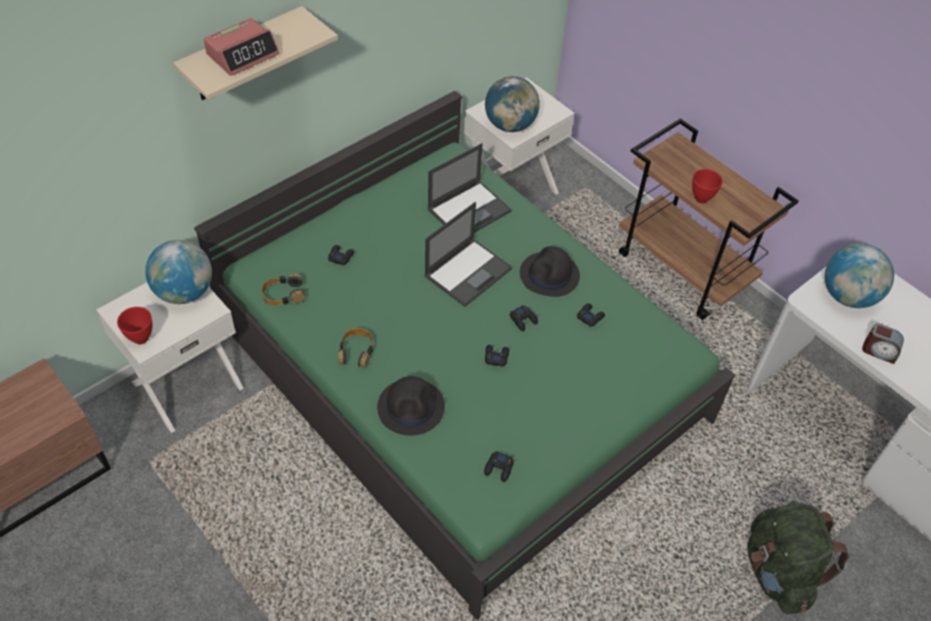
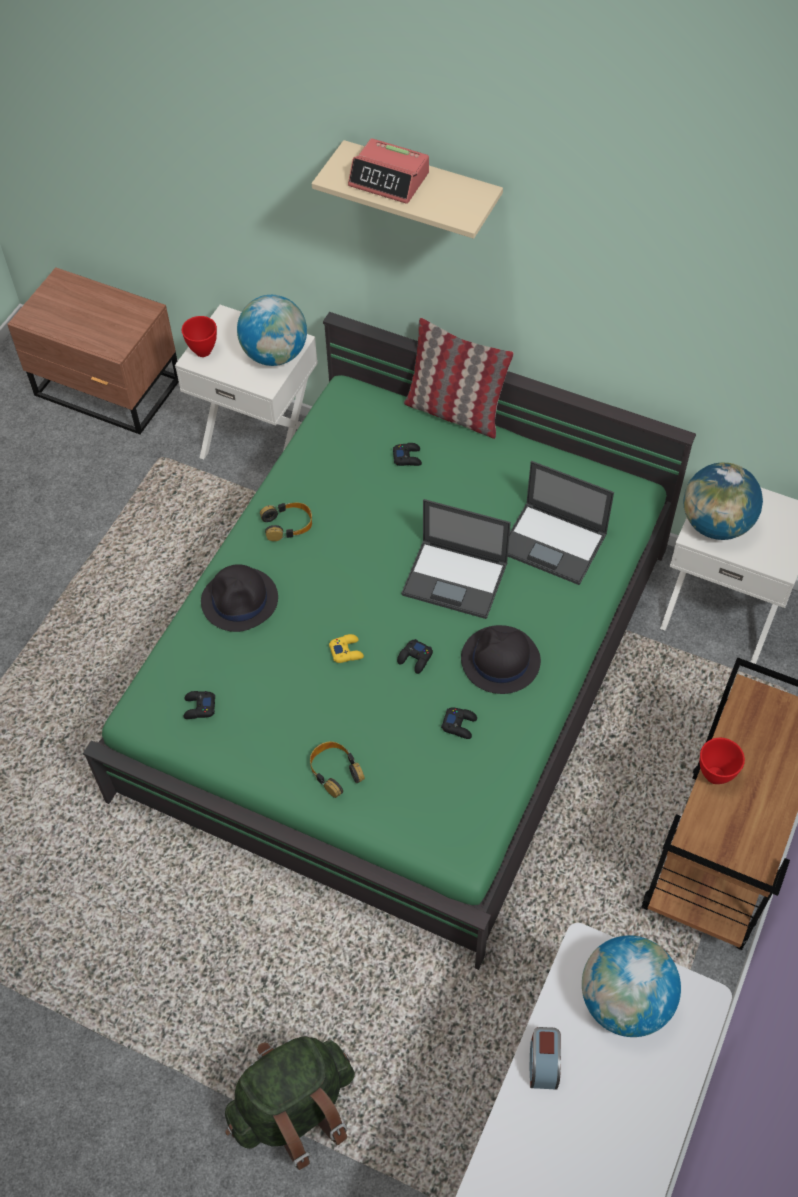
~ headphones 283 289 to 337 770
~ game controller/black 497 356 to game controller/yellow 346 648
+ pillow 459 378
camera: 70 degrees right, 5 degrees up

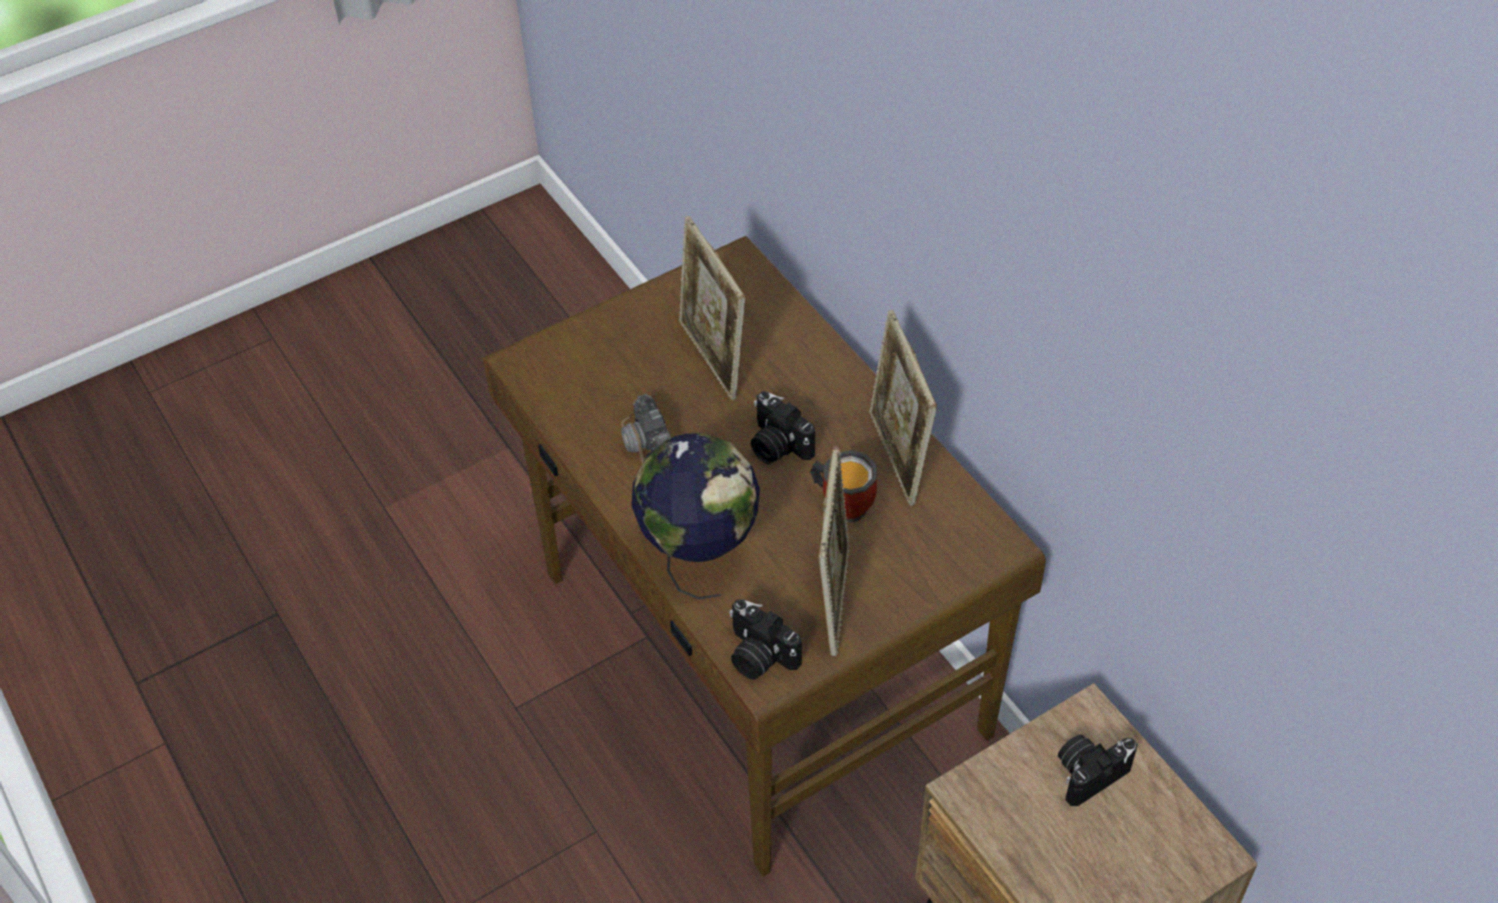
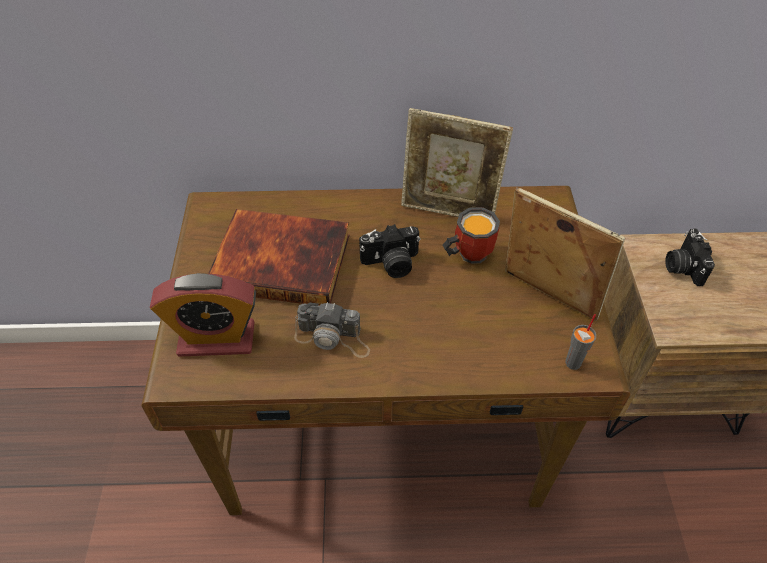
~ picture frame 711 308 to book 279 257
- globe 696 516
~ photo camera 765 639 to cup/grey 580 342
+ alarm clock 203 315
camera: 60 degrees left, 0 degrees up

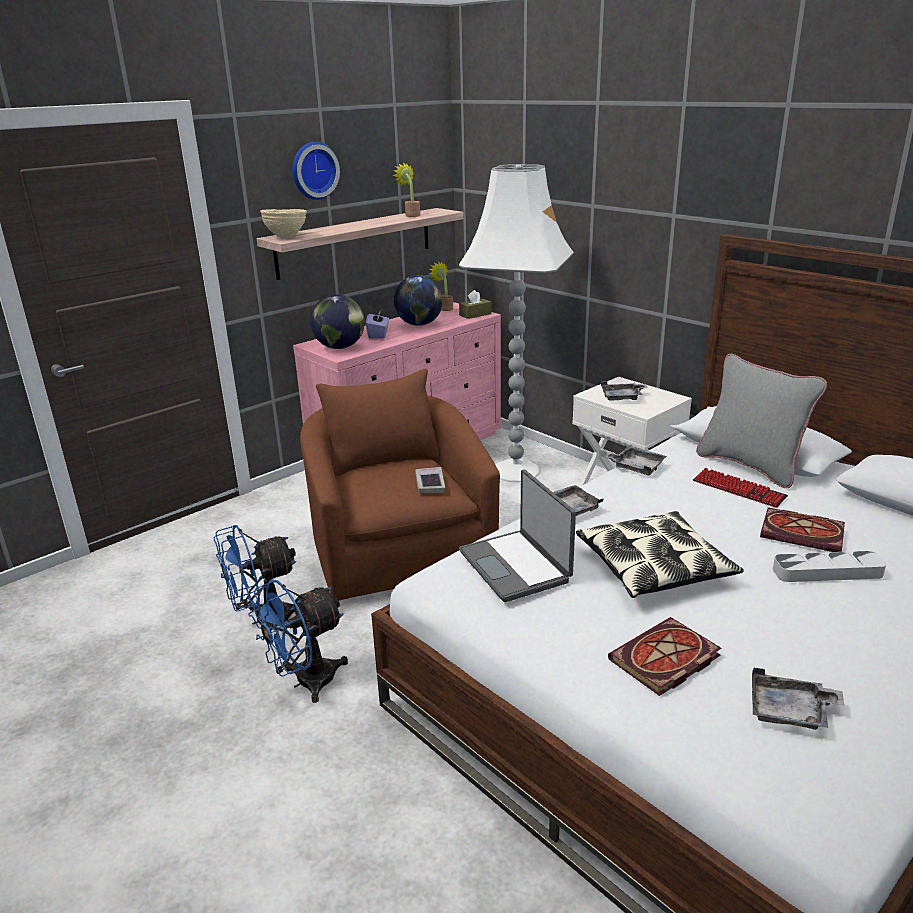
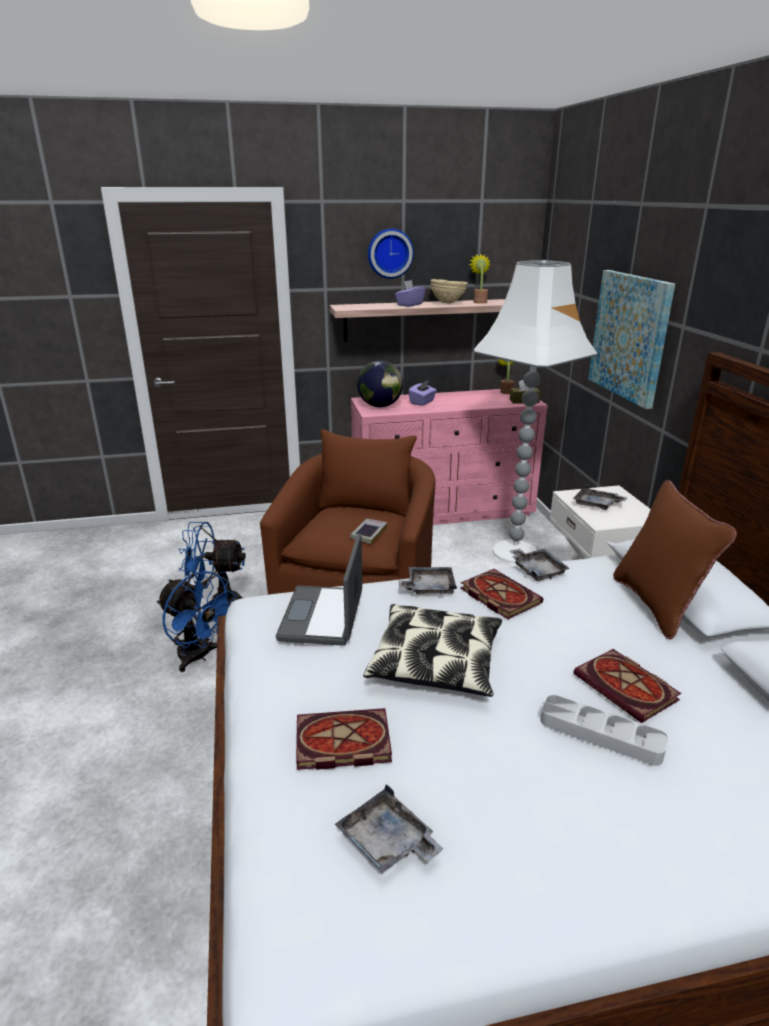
~ bowl/beige 283 223 to 449 291
- globe 418 300
~ pillow/grey 761 421 to pillow/brown 675 560
- keyboard 740 488
~ fan/blue 297 641 = 197 621 135 degrees counterclockwise
+ picture 631 339
+ tissue box/purple 410 293
+ book 502 594
camera: 30 degrees right, 0 degrees up

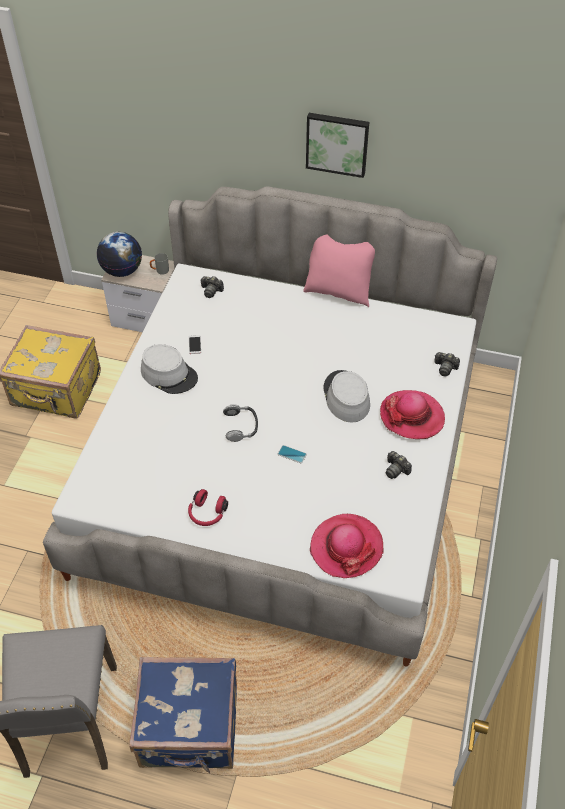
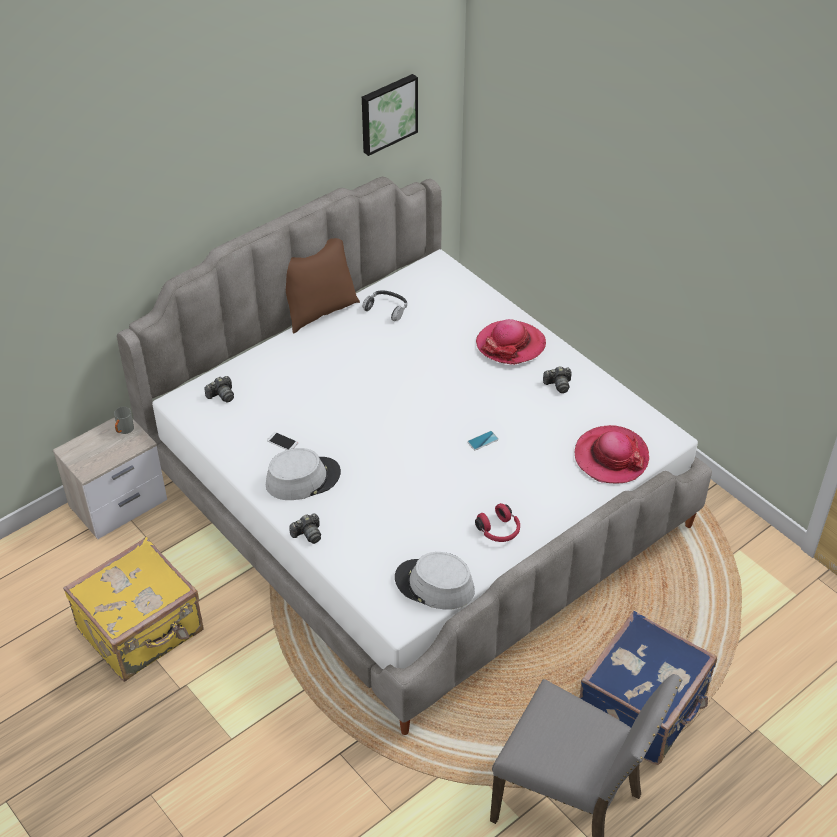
~ picture 337 145 to 390 115
- globe 119 254
~ pillow/pink 339 270 to pillow/brown 323 285
~ photo camera 447 364 to 305 529
~ hat/grey 346 396 to 435 581
~ headphones 240 423 to 384 305
camera: 55 degrees left, 5 degrees down

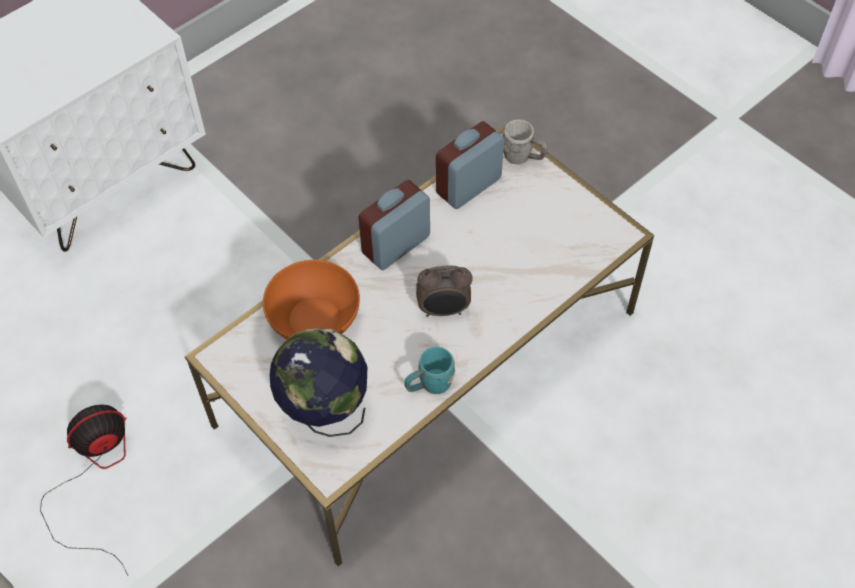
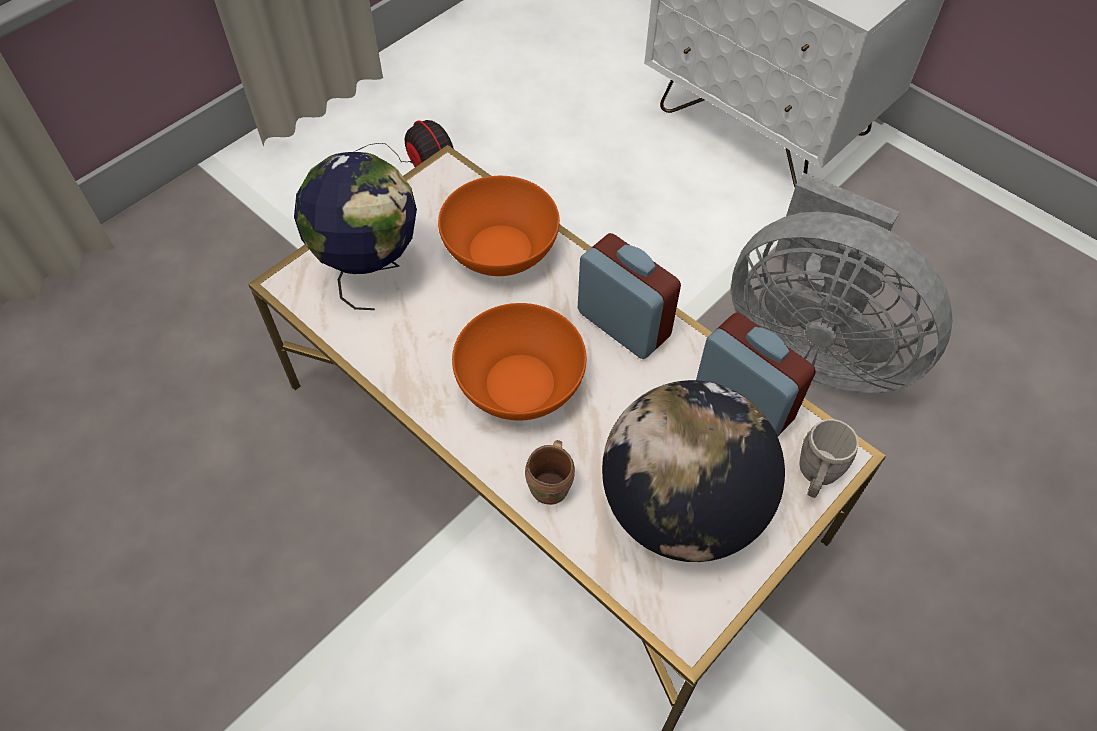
~ alarm clock 444 291 to bowl/orange 519 361
- mug/turquoise 429 370
+ fan/grey 842 283
+ globe 693 471
+ mug/brown 550 472
camera: 85 degrees right, 0 degrees up

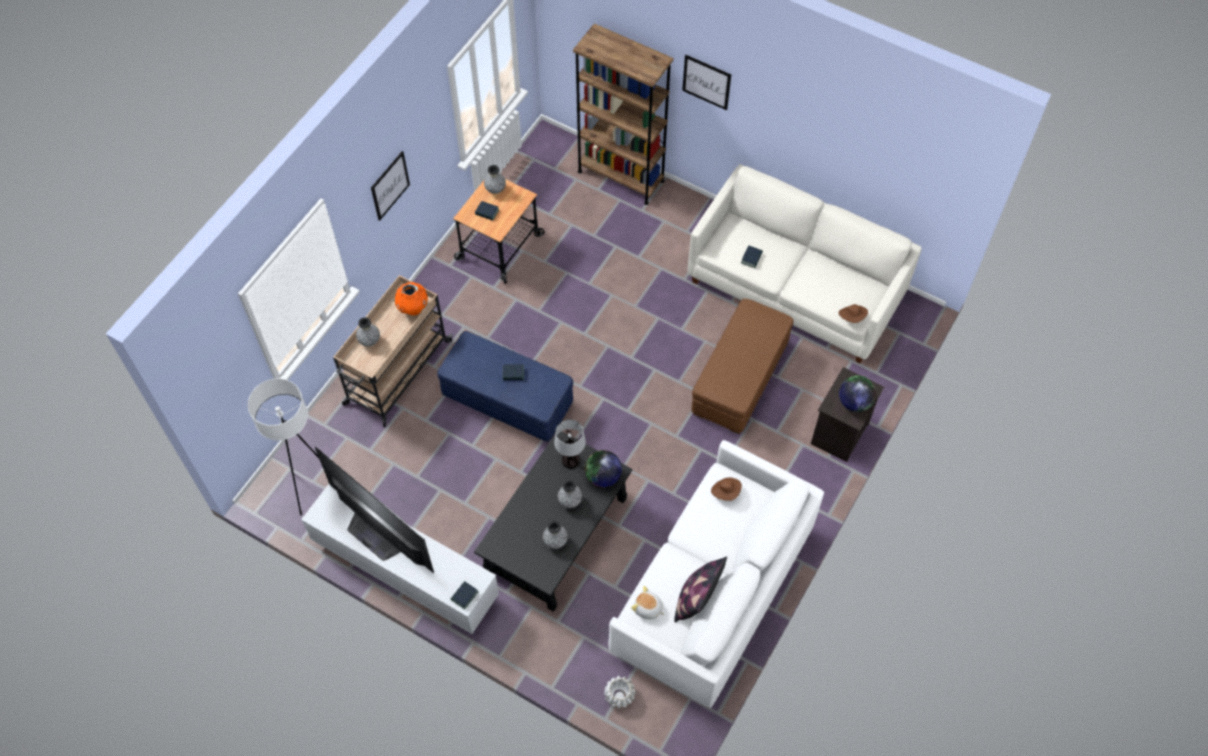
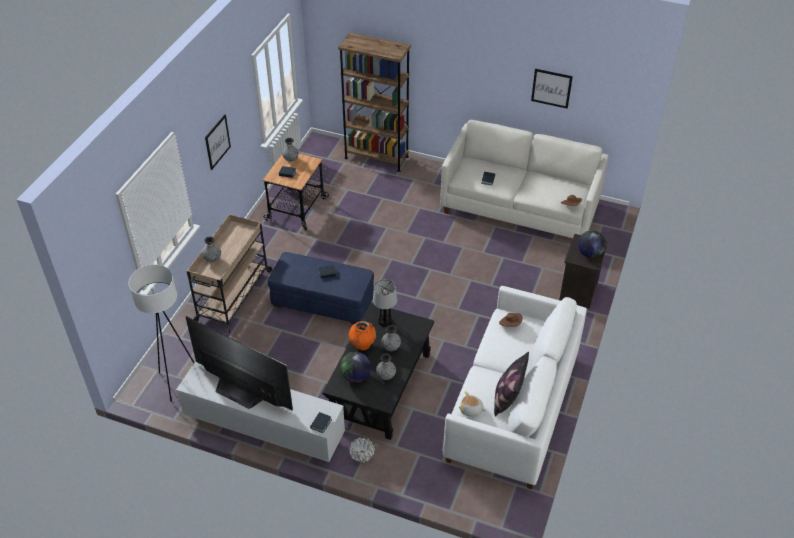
~ picture 706 82 to 552 89
~ vase/orange 411 298 to 362 335
- ottoman/brown 742 366
~ globe 603 468 to 355 367
~ planter/white 620 692 to 362 449
camera: 10 degrees left, 15 degrees down

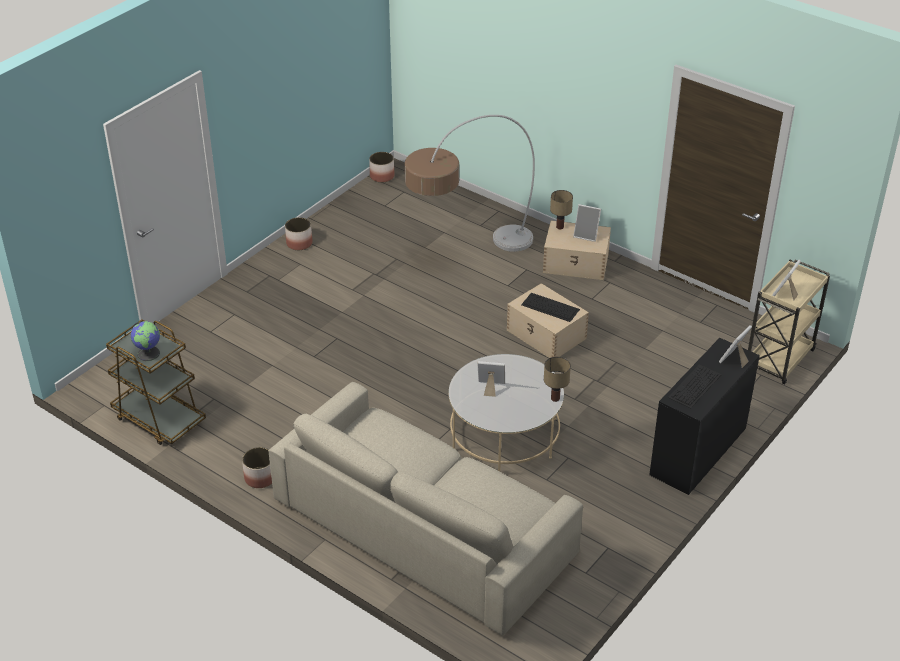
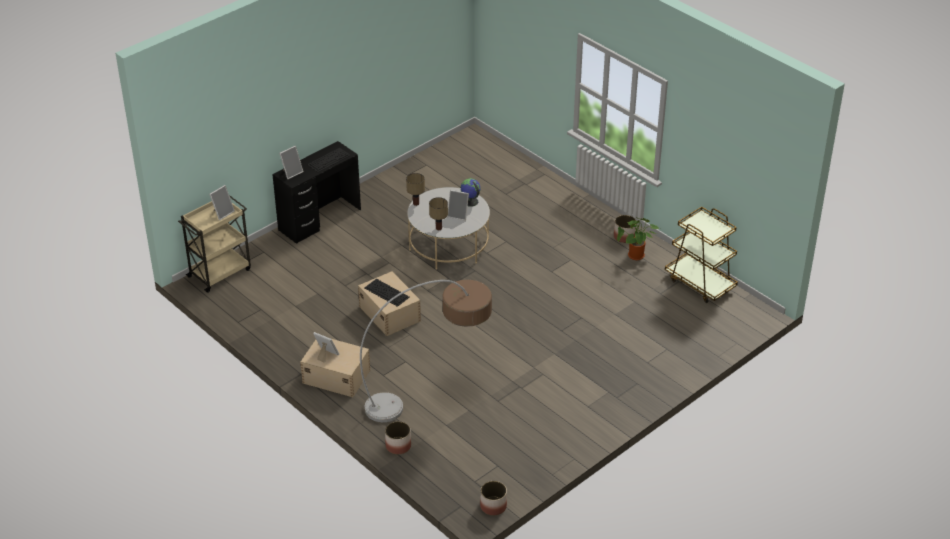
~ table lamp 561 209 to 438 213
~ planter 299 233 to 398 437
~ globe 145 341 to 470 192
- sofa/beige 425 509
+ potted plant 638 238
camera: 170 degrees left, 0 degrees up

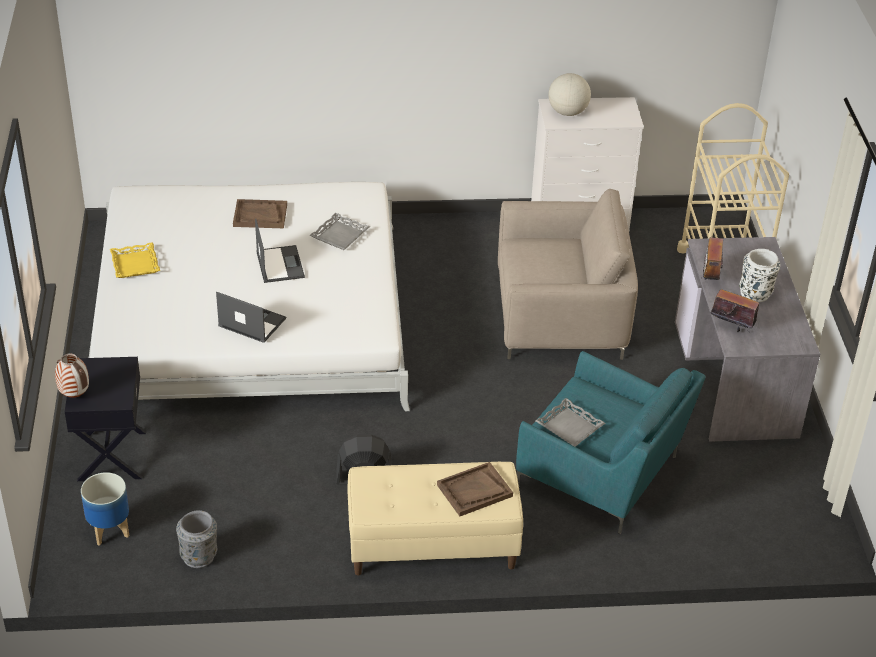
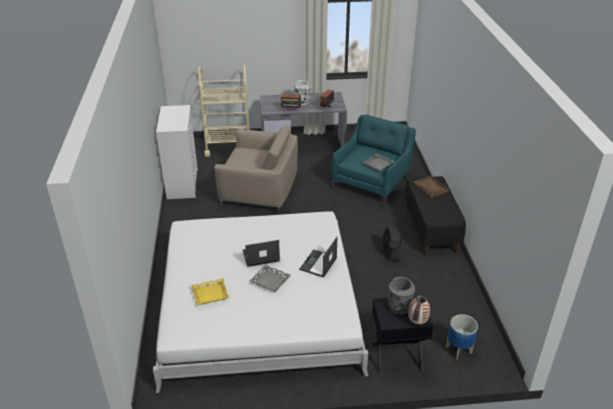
- globe 569 94
~ armchair/beige 568 274 = 256 169 105 degrees clockwise
- tray/brown 260 213
~ tray/grey 340 231 to 270 278
~ tray/yellow 135 260 to 210 291
~ bench/beige 435 518 to bench/black 435 215
~ vase/grey 196 539 to 401 296
camera: 90 degrees left, 5 degrees down

